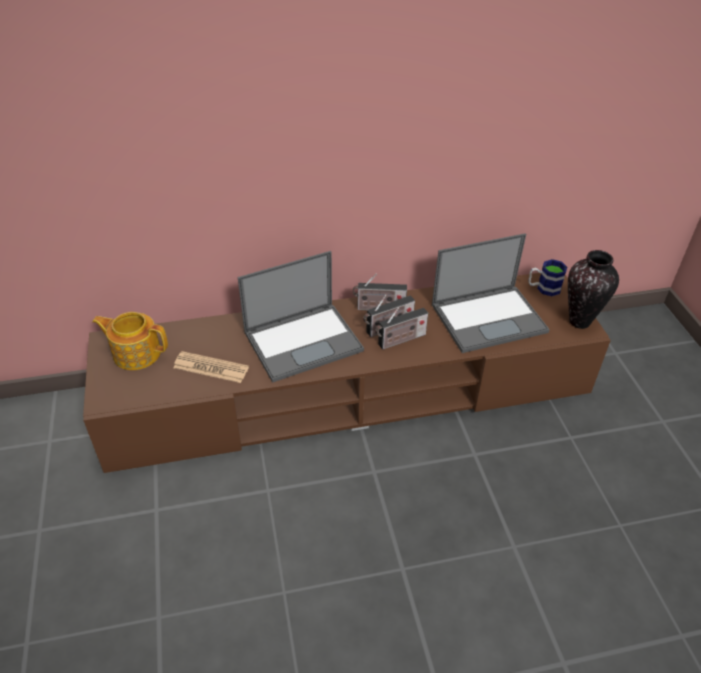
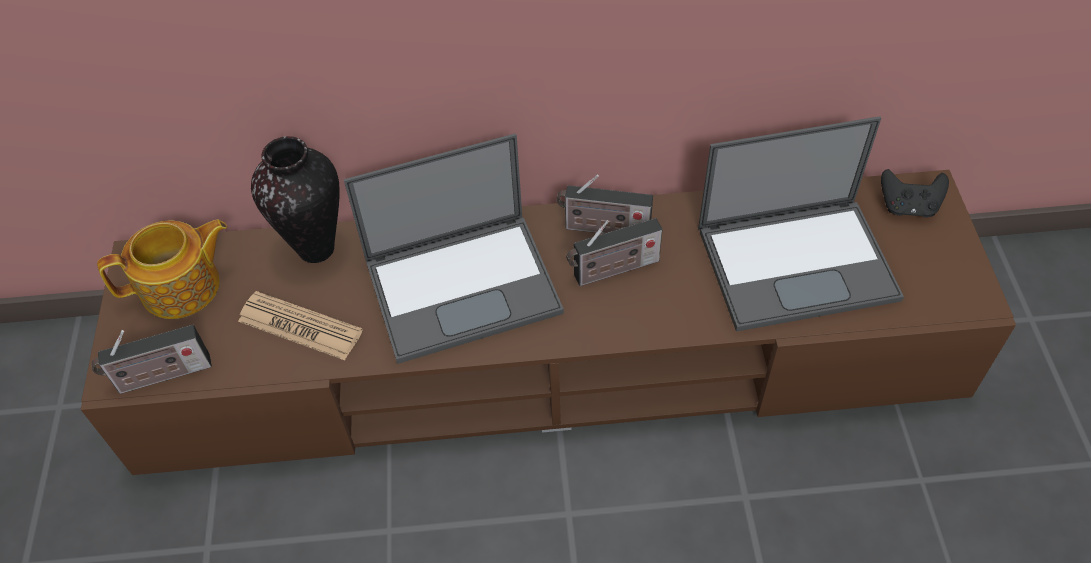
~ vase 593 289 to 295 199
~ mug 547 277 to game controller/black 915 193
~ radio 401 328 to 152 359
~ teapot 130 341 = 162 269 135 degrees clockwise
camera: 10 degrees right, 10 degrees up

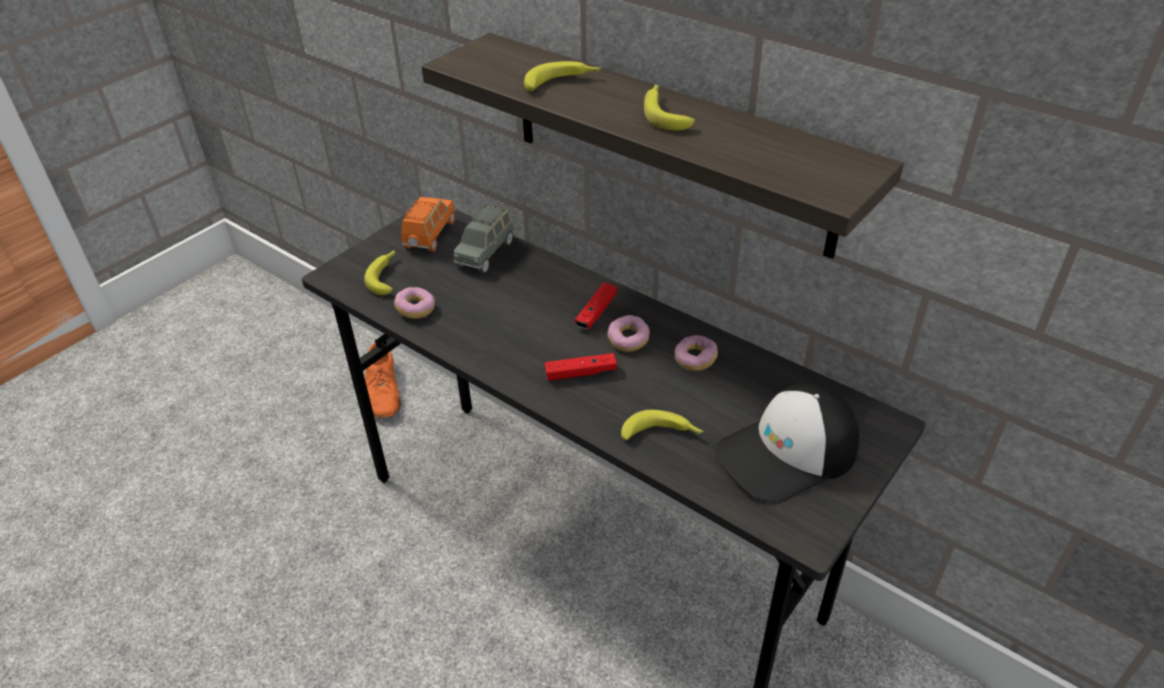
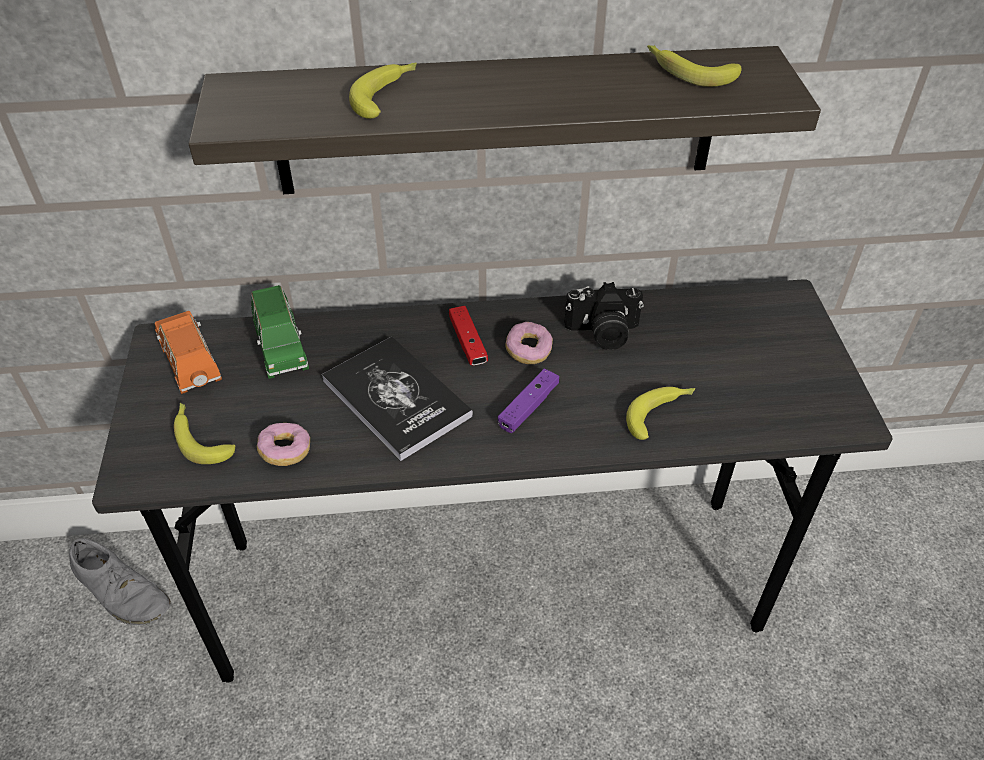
~ banana 669 107 to 694 66
~ toy car/grey 483 238 to toy car/green 280 332
~ donut 696 353 to photo camera 604 316
~ shoe/orange 383 380 to shoe/grey 120 581
~ game controller/red 581 367 to game controller/purple 528 401
- cap 787 442
+ book 397 398
camera: 45 degrees left, 5 degrees up

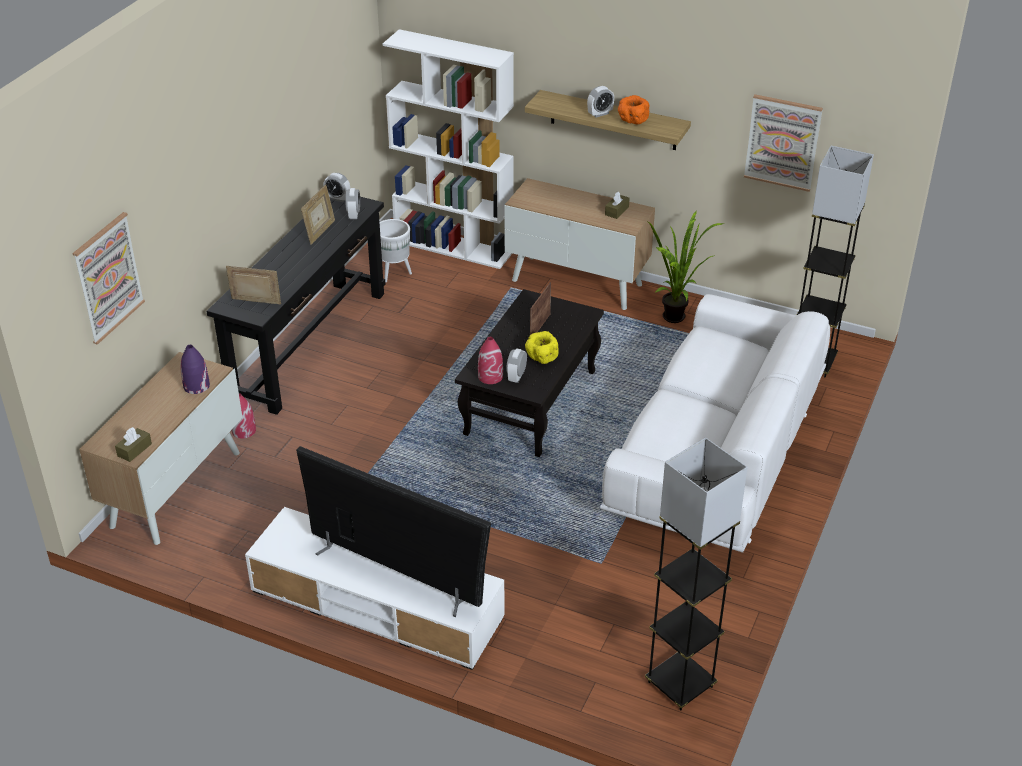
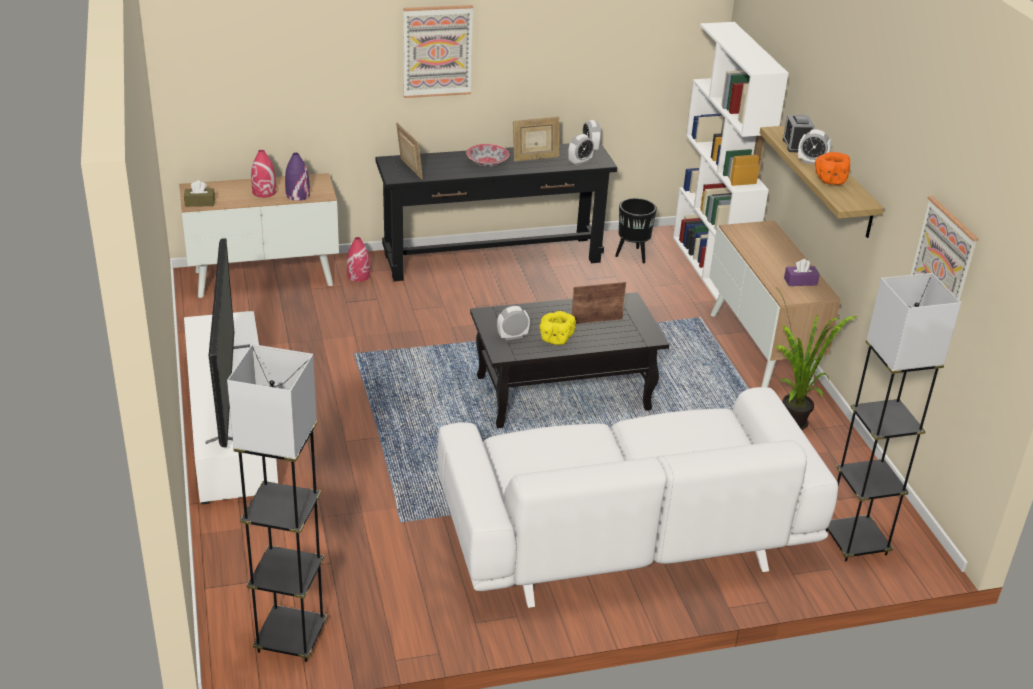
~ tissue box/brown 617 205 to tissue box/purple 802 272
~ picture 109 278 to 438 51
~ planter/white 396 251 to planter/black 636 230
~ vase/red 490 360 to 263 174
+ alarm clock 799 133
+ bowl 487 155
camera: 50 degrees right, 5 degrees down

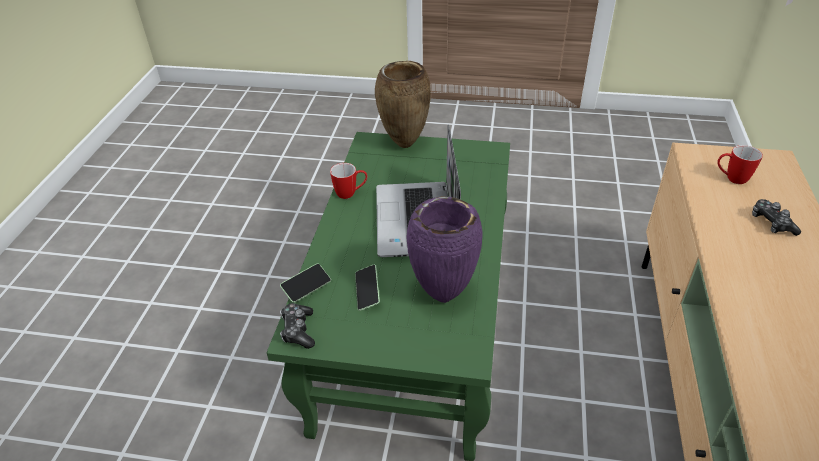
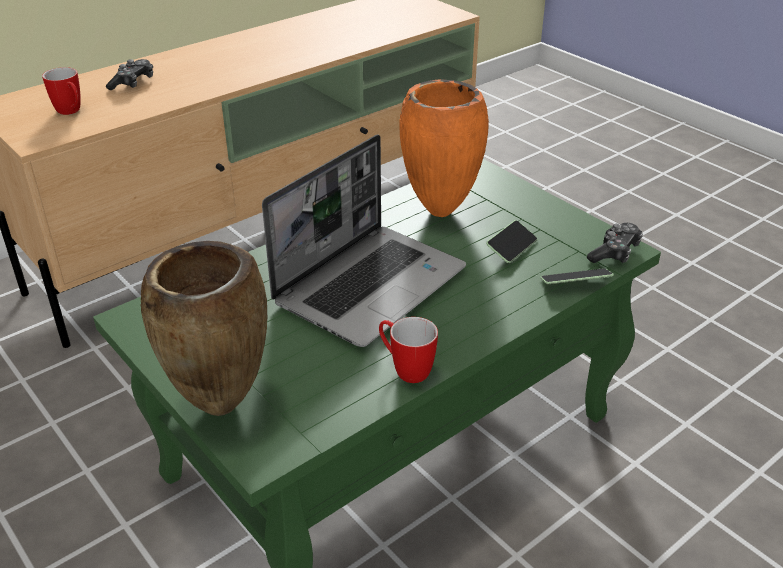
~ vase/purple 444 249 to vase/orange 444 148
camera: 140 degrees left, 5 degrees down

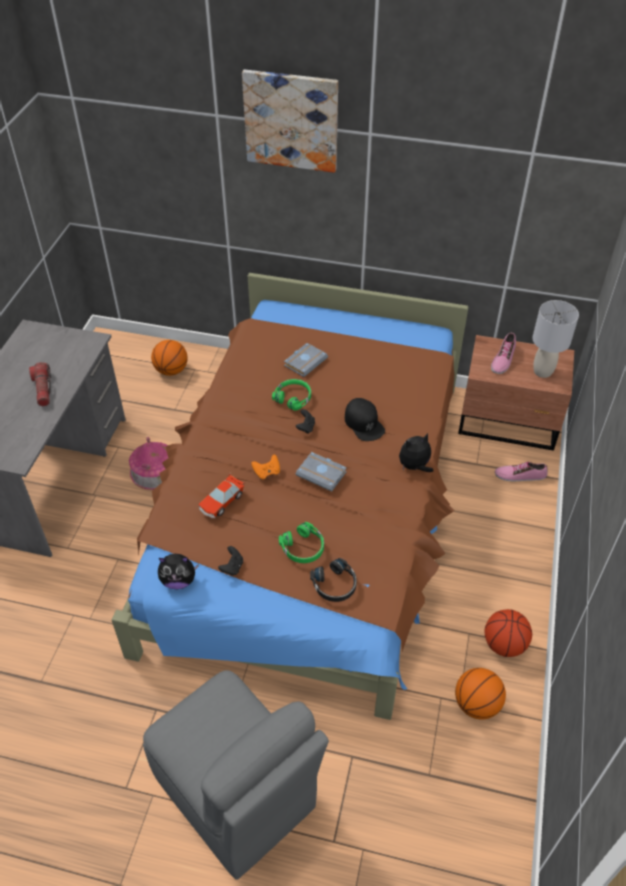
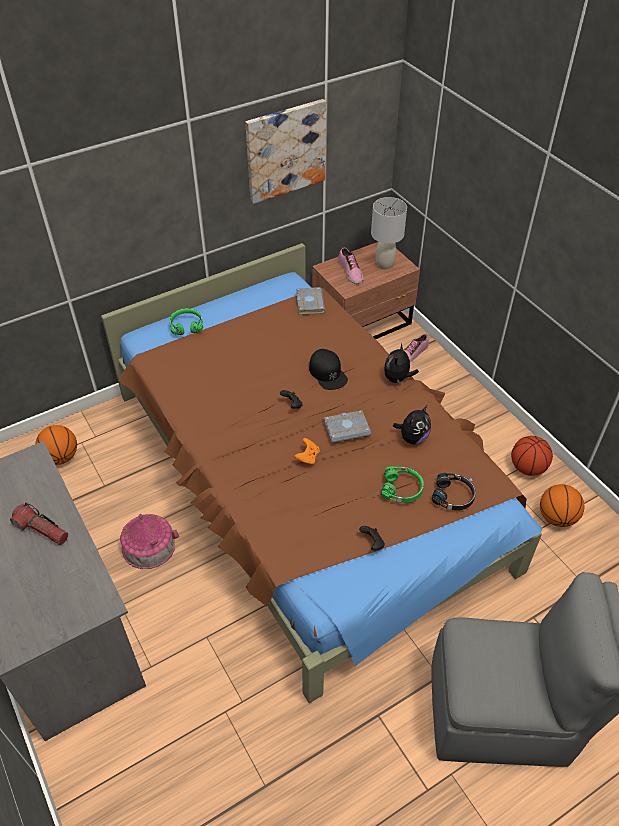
~ picture 290 121 to 285 151
~ book/grey 306 360 to 310 301
~ headphones/green 291 395 to 186 321
~ cap/black 365 419 = 328 369 45 degrees clockwise
- toy car 222 496
~ plush toy 178 571 to 412 425
camera: 45 degrees left, 0 degrees up

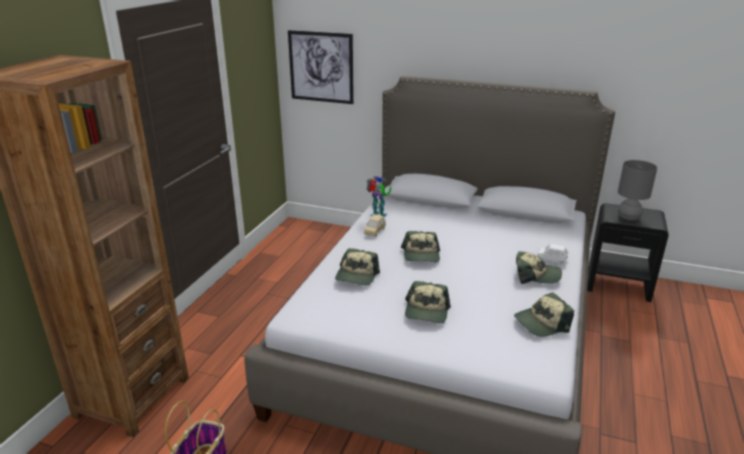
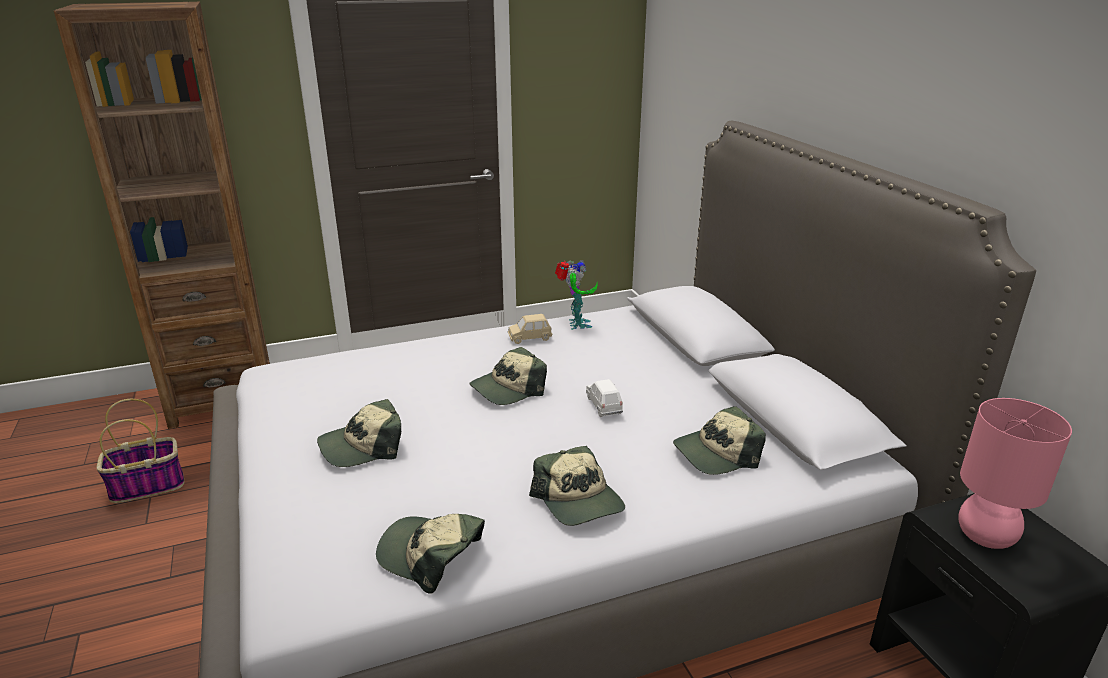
- picture 321 67
~ table lamp/grey 637 190 to table lamp/pink 1015 473
~ toy car/white 552 254 to 604 398
~ cap 357 267 to 719 440
camera: 50 degrees right, 0 degrees up

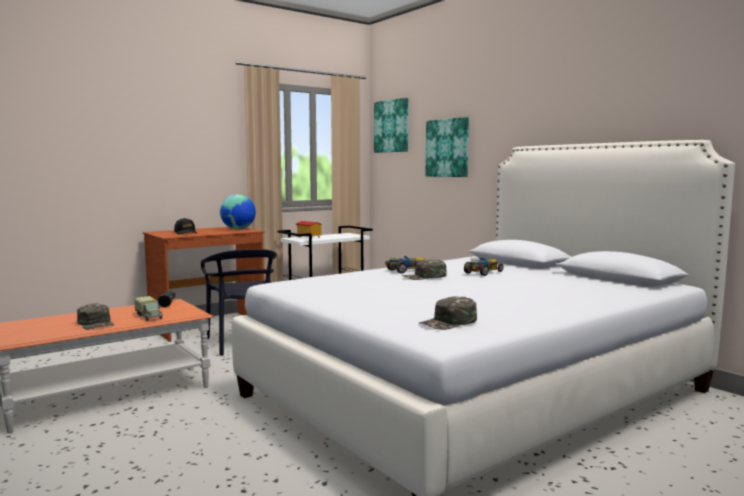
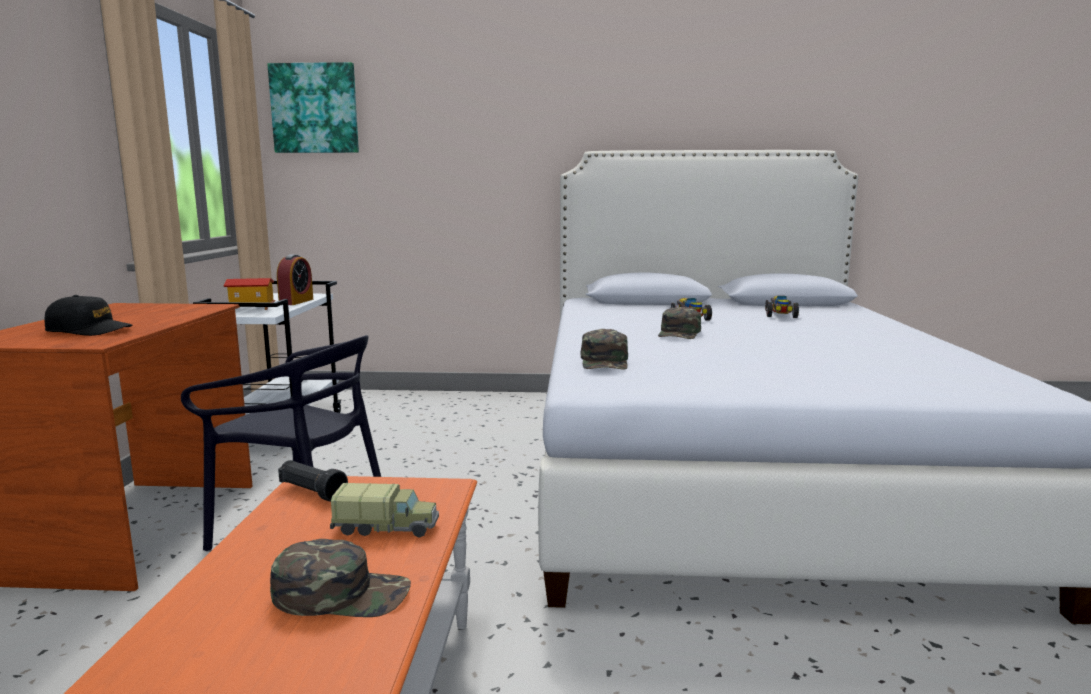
- picture 447 147
- globe 238 211
~ toy car 405 264 to 782 307
~ cap/green 448 313 to 604 349
+ alarm clock 295 279
camera: 50 degrees left, 5 degrees up

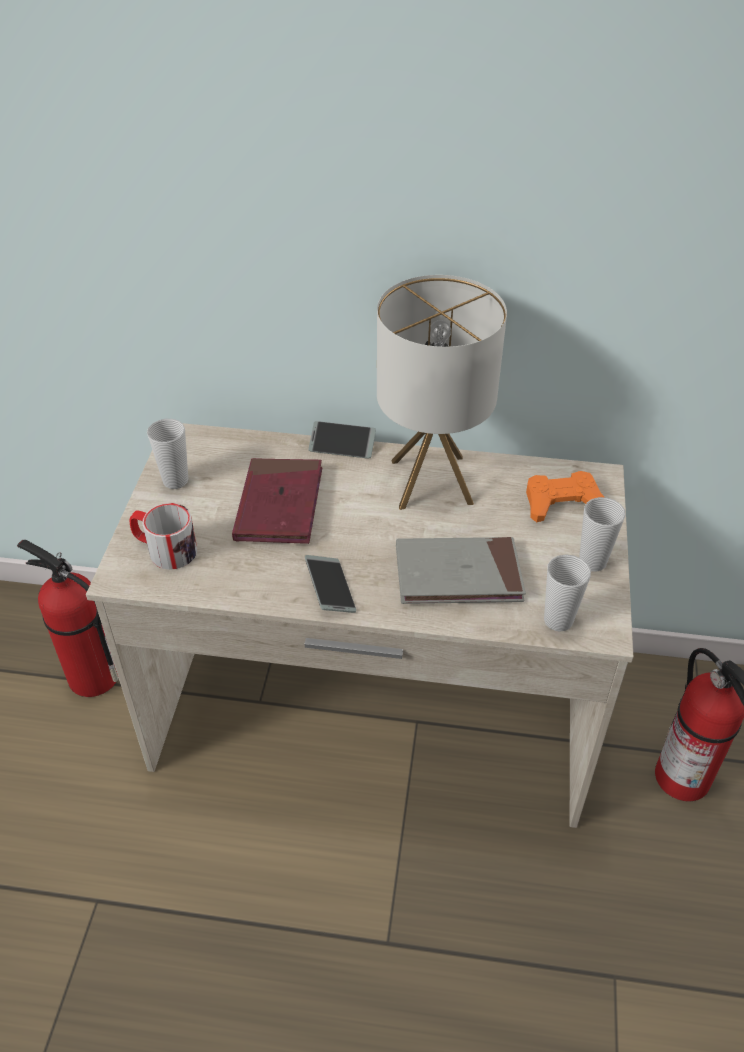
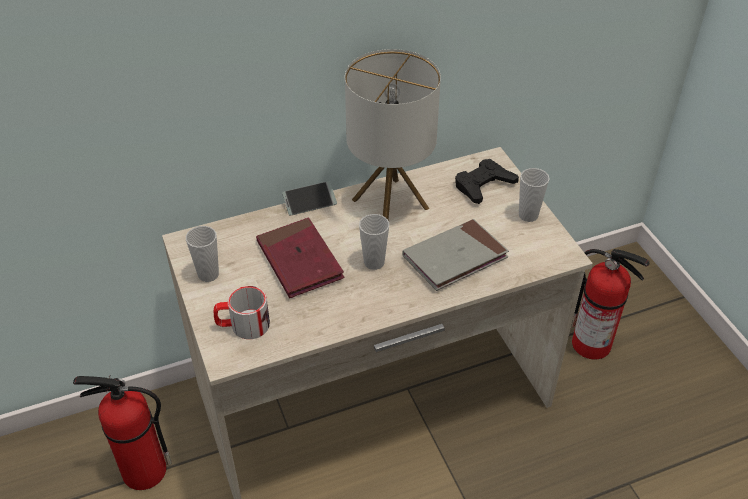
~ game controller/orange 565 496 to game controller/black 487 181
~ cup 567 593 to 374 242
- phone 330 584
camera: 30 degrees left, 0 degrees up

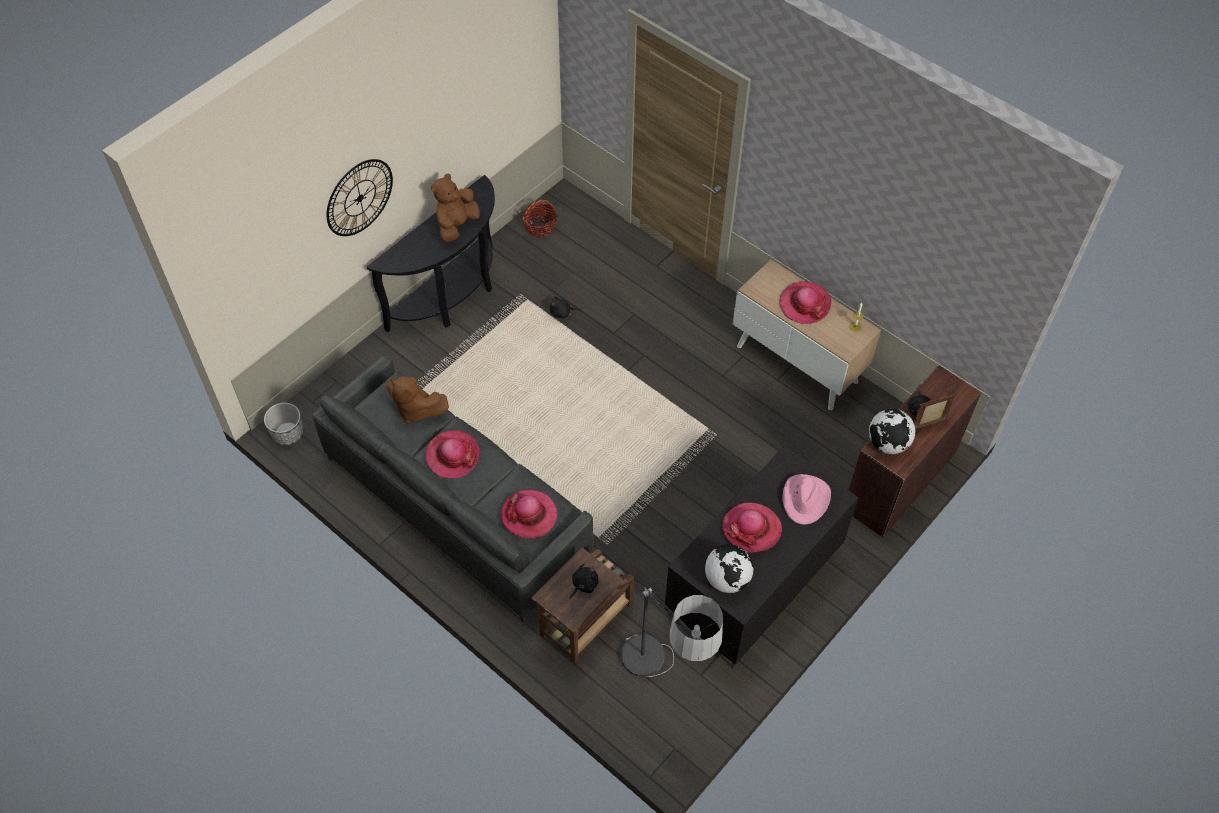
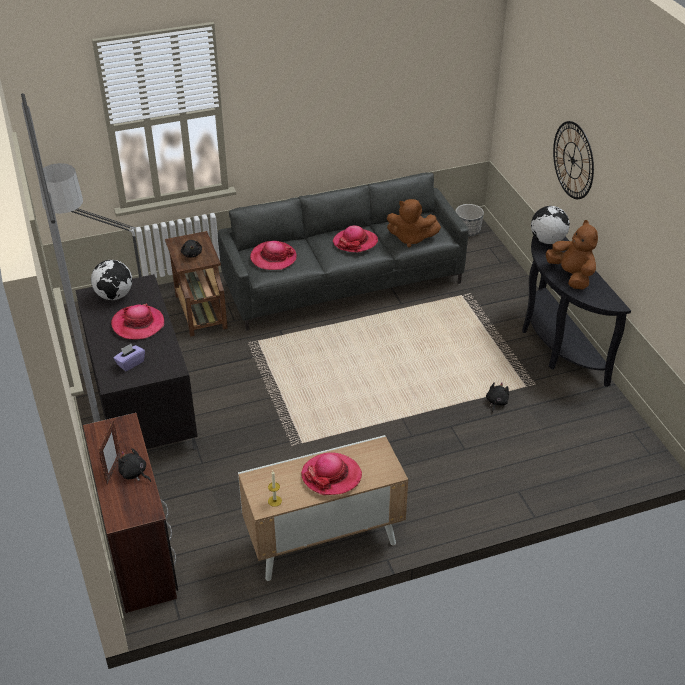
- basket 539 218
~ plush toy/brown 418 399 = 414 223 135 degrees counterclockwise
~ globe 892 431 to 550 225
~ hat/pink 806 499 to tissue box/purple 129 357
camera: 120 degrees right, 15 degrees down

